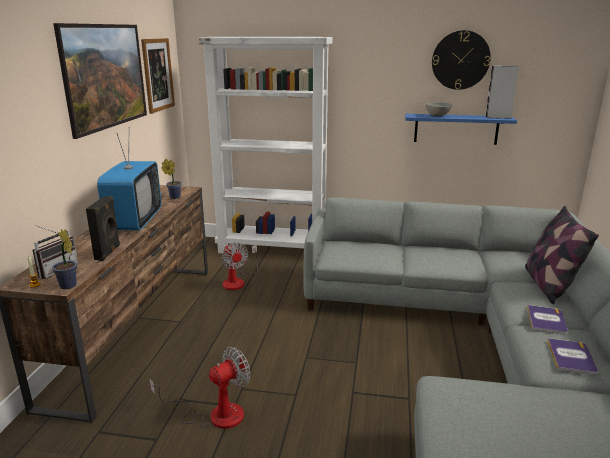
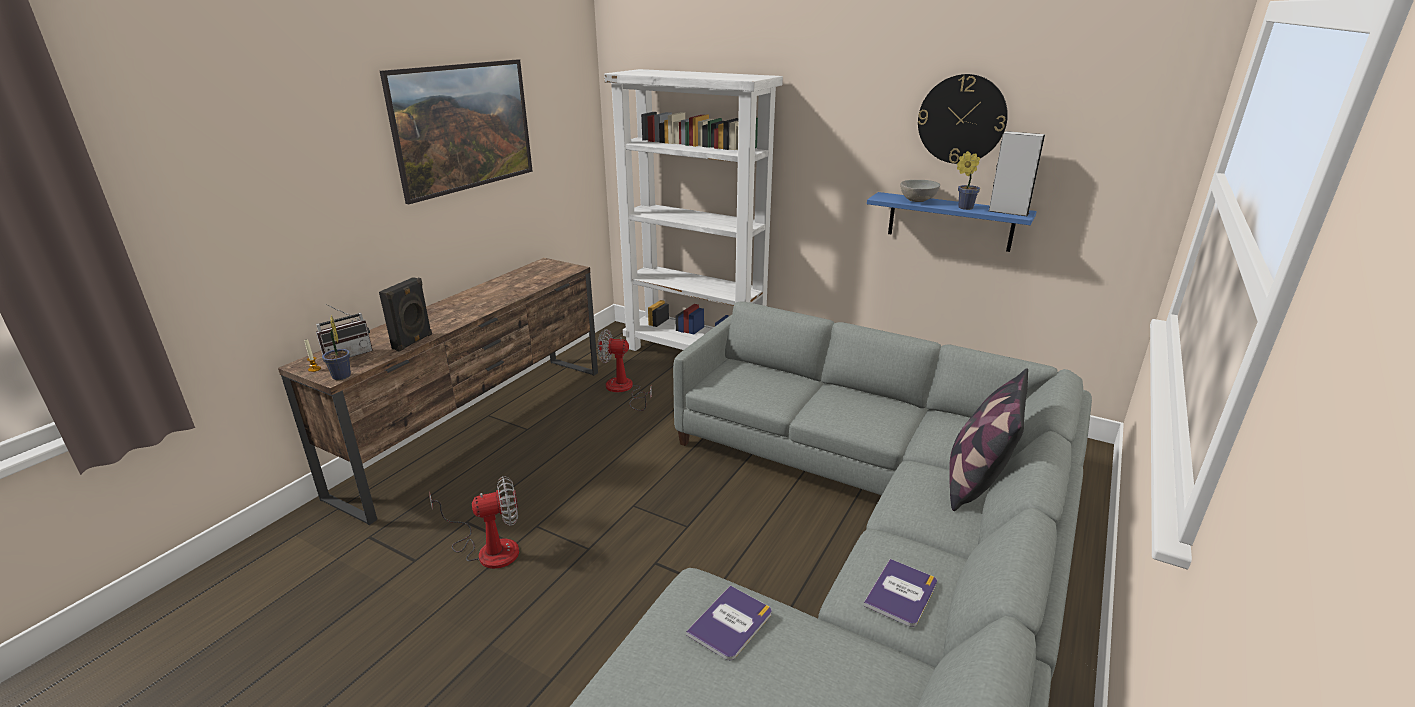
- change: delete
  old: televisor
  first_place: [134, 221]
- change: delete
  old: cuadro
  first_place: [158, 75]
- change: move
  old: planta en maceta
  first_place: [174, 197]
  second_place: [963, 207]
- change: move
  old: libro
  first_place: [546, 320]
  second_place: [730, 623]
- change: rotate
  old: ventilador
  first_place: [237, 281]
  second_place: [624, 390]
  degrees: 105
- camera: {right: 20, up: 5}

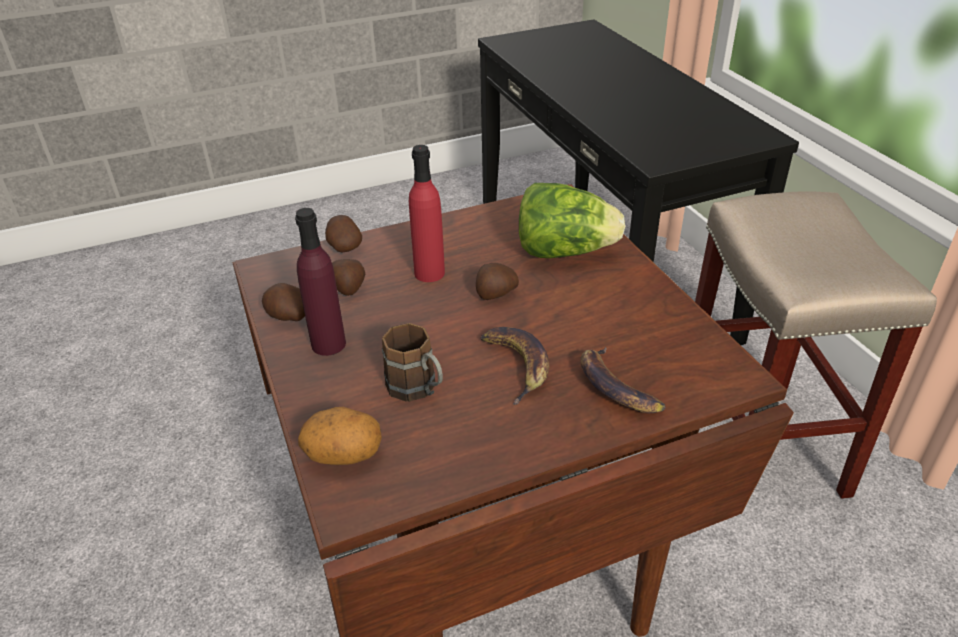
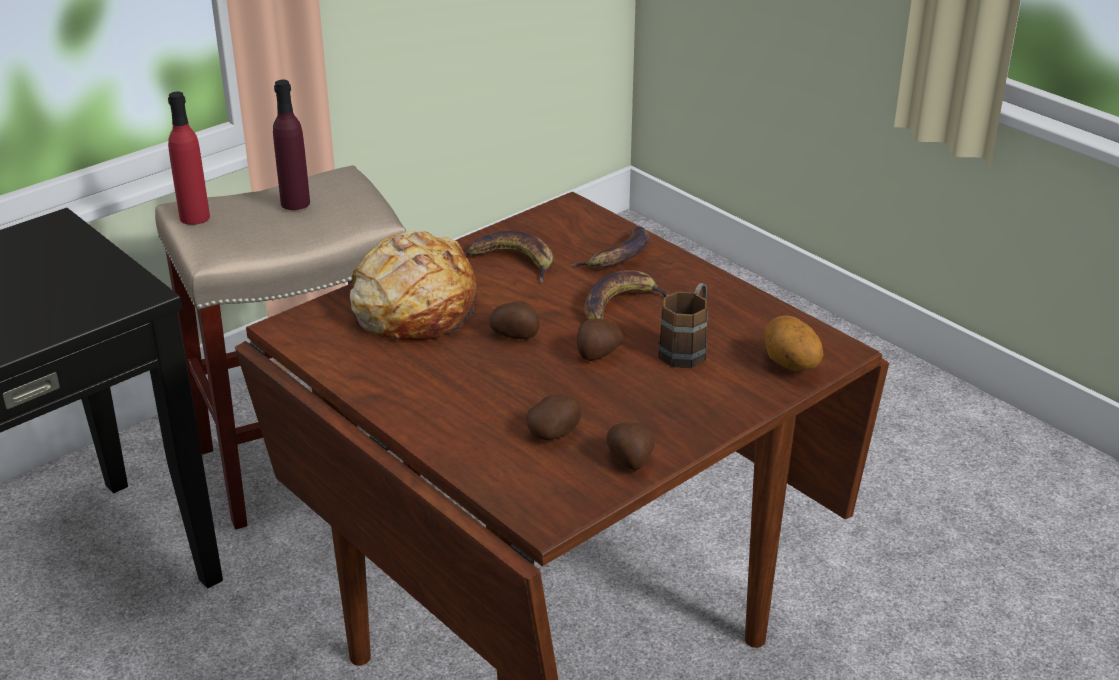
- change: insert
  new: plátano
  second_place: [514, 261]
- change: move
  old: botella [morado]
  first_place: [328, 344]
  second_place: [295, 203]
- change: move
  old: patata
  first_place: [344, 247]
  second_place: [597, 354]
- change: move
  old: botella [rojo]
  first_place: [429, 273]
  second_place: [194, 217]
- change: replace
  old: lechuga
  new: pan
  first_place: [564, 252]
  second_place: [414, 307]
- camera: {right: -110, up: -5}

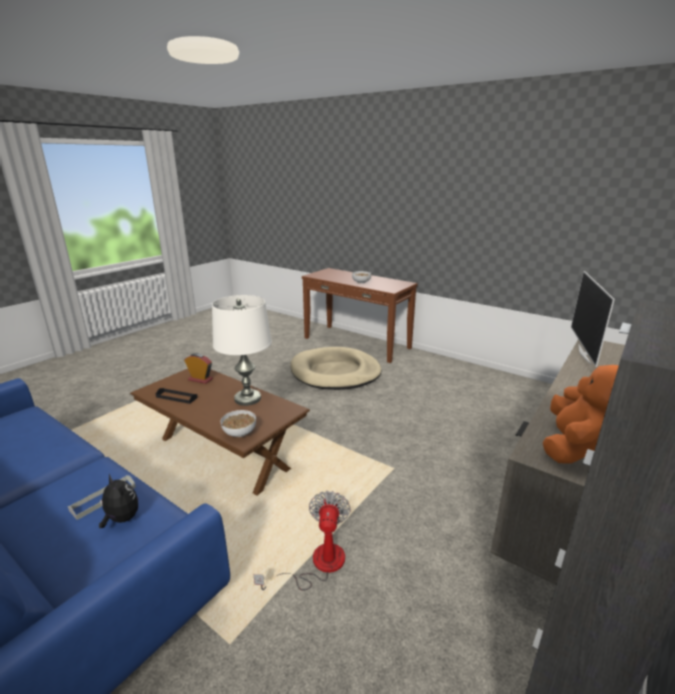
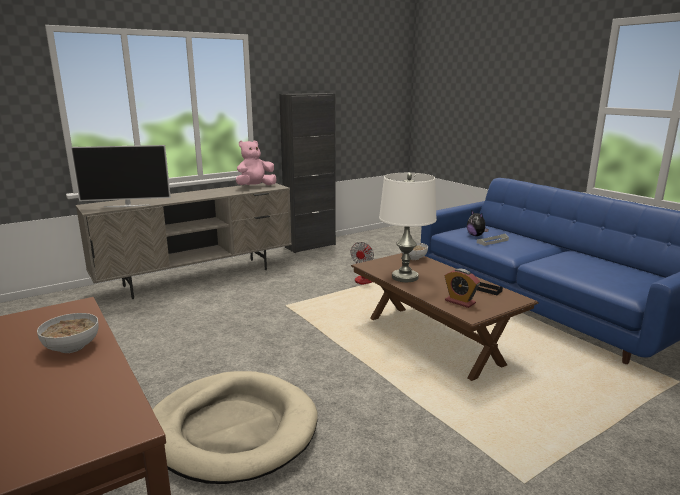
- change: recolor
  old: peluche [naranja]
  new: peluche [rosa]
  first_place: [573, 447]
  second_place: [255, 186]
- change: rotate
  old: televisor
  first_place: [585, 353]
  second_place: [127, 206]
  degrees: 45
- camera: {right: -160, up: -5}

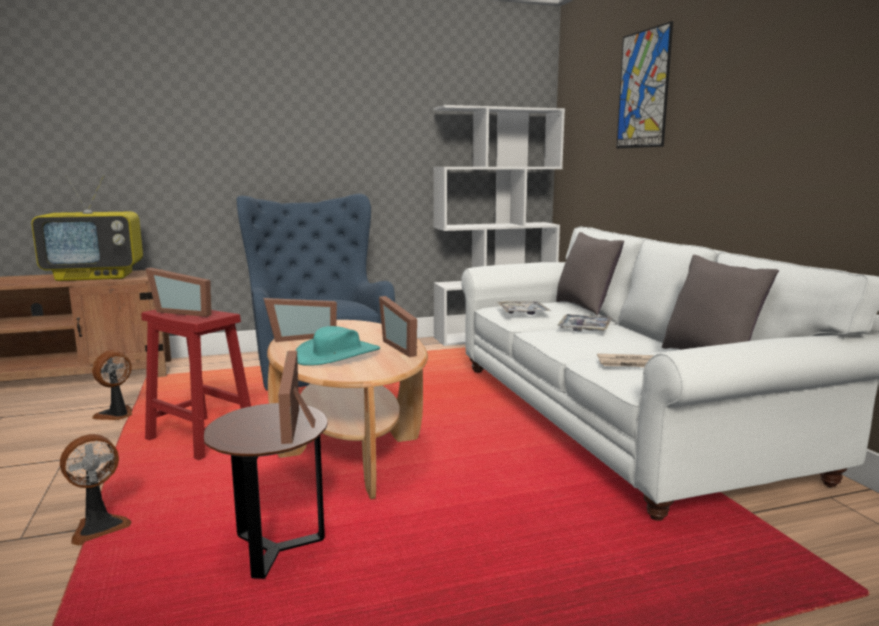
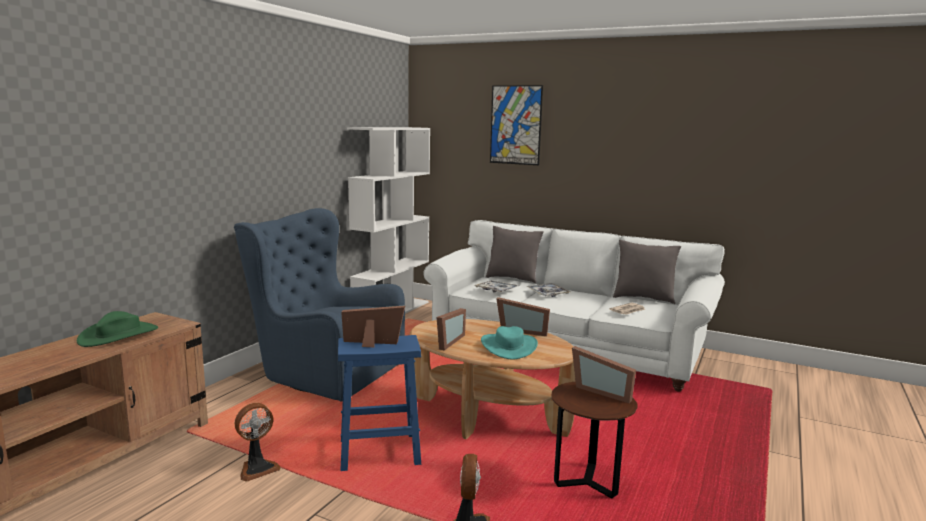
- change: replace
  old: televisor
  new: sombrero [verde]
  first_place: [96, 276]
  second_place: [119, 335]
- change: recolor
  old: taburete [rojo]
  new: taburete [azul]
  first_place: [202, 438]
  second_place: [381, 452]
- change: rotate
  old: ventilador
  first_place: [116, 415]
  second_place: [257, 468]
  degrees: -120
- change: rotate
  old: portarretratos
  first_place: [185, 312]
  second_place: [372, 344]
  degrees: -150
- camera: {right: -45, up: 0}

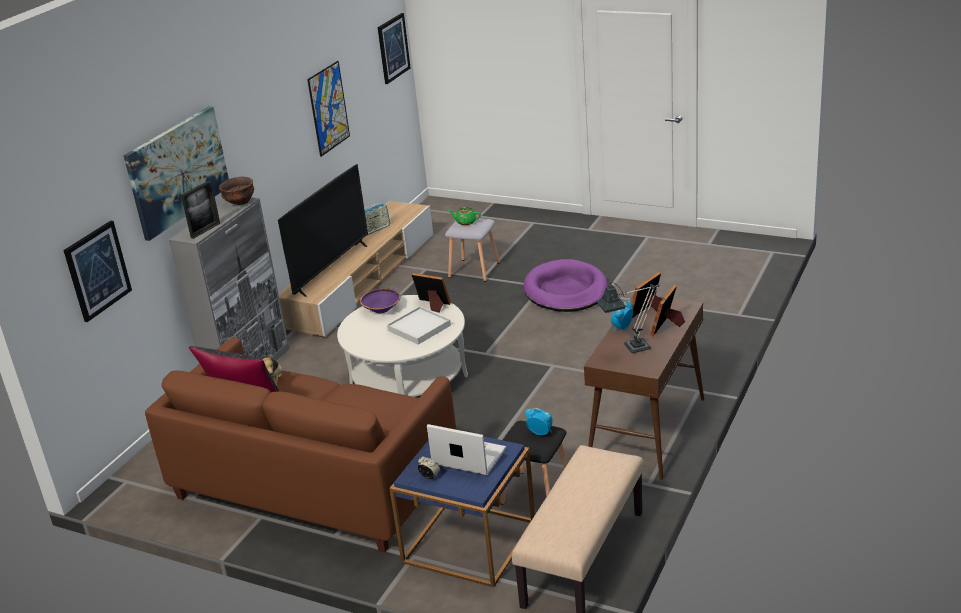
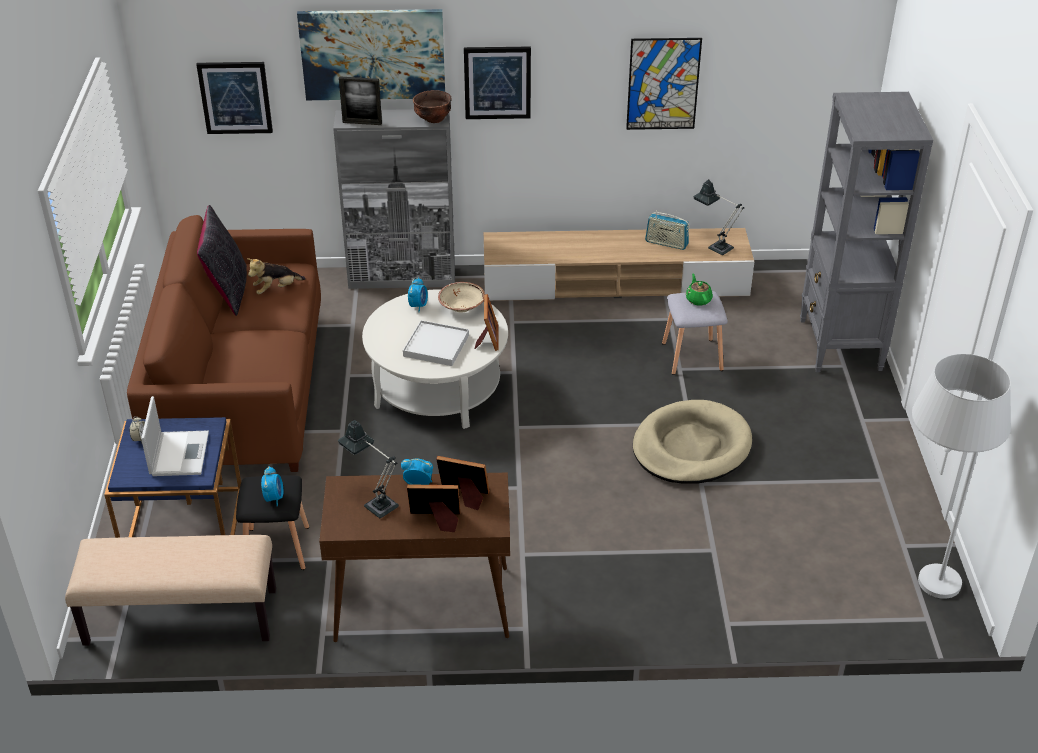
- change: delete
  old: televisor
  first_place: [331, 269]
- change: insert
  new: despertador
  second_place: [418, 306]
- change: insert
  new: lámpara de mesa
  second_place: [716, 246]
- change: insert
  new: estantería [gris]
  second_place: [840, 345]
- change: insert
  new: lámpara de pie [blanco]
  second_place: [917, 586]
- change: move
  old: cuadro
  first_place: [393, 48]
  second_place: [497, 82]
- change: recolor
  old: cuenco [morado]
  new: cuenco [beis]
  first_place: [381, 309]
  second_place: [462, 307]
- change: recolor
  old: cama para perro [morado]
  new: cama para perro [beis]
  first_place: [566, 291]
  second_place: [691, 447]
- camera: {right: 60, up: 10}

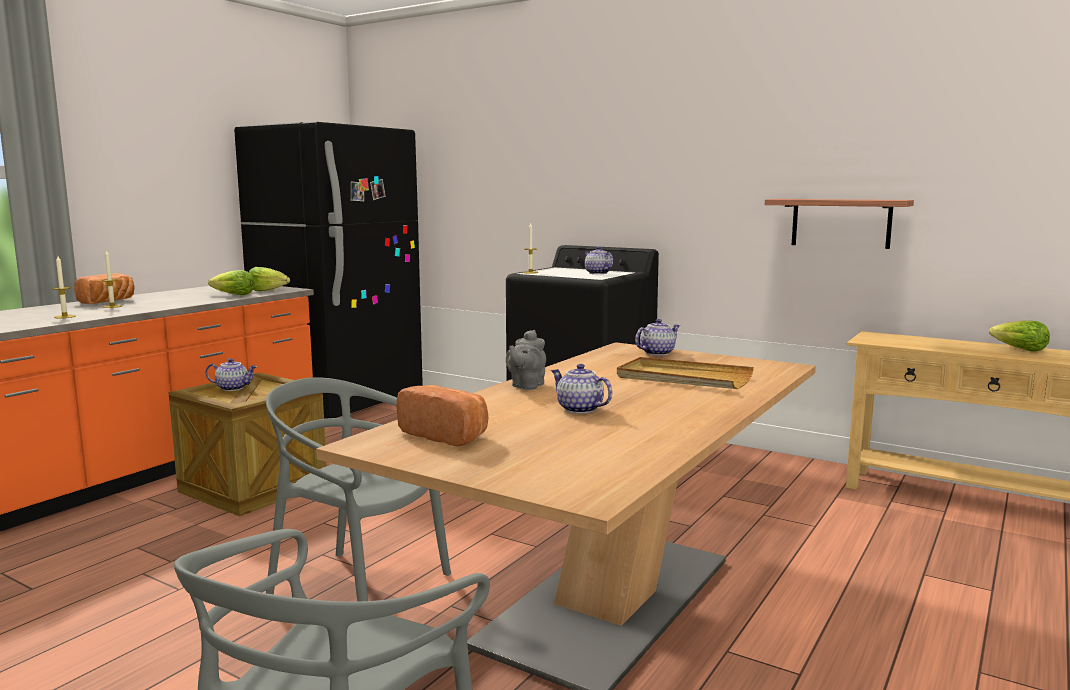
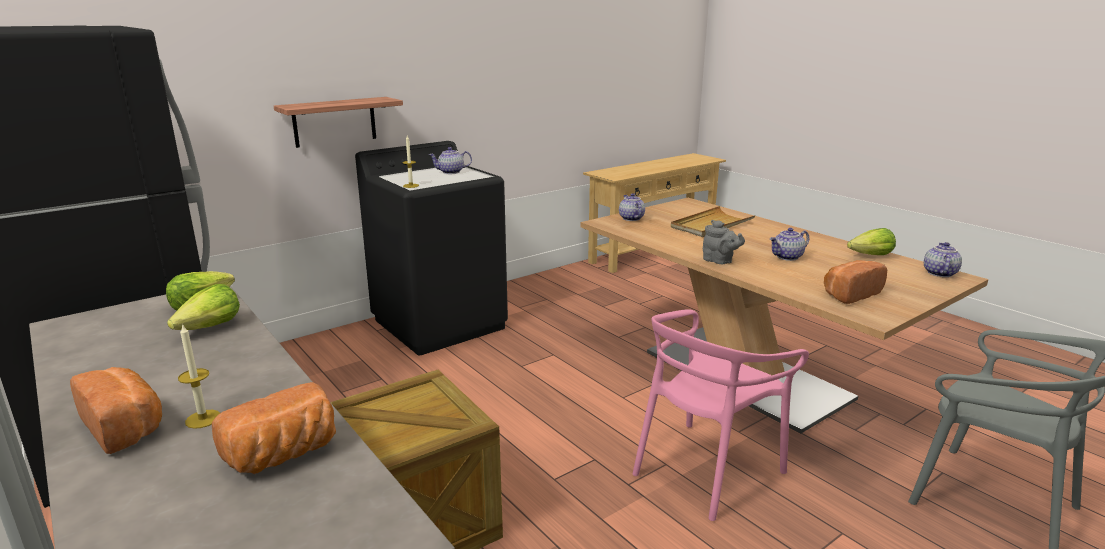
- change: move
  old: tetera
  first_place: [233, 388]
  second_place: [938, 273]
- change: move
  old: estante
  first_place: [841, 223]
  second_place: [334, 122]
- change: move
  old: lechuga
  first_place: [1018, 349]
  second_place: [871, 256]
- change: replace
  old: vela
  new: pan
  first_place: [65, 316]
  second_place: [284, 455]
- change: recolor
  old: silla [gris]
  new: silla [rosa]
  first_place: [359, 590]
  second_place: [706, 469]
- camera: {right: -70, up: 10}

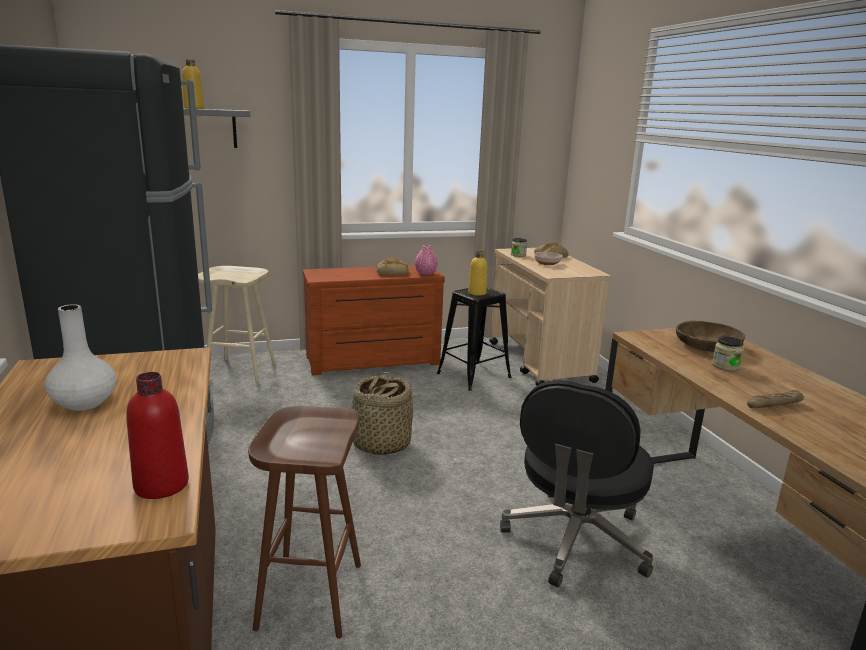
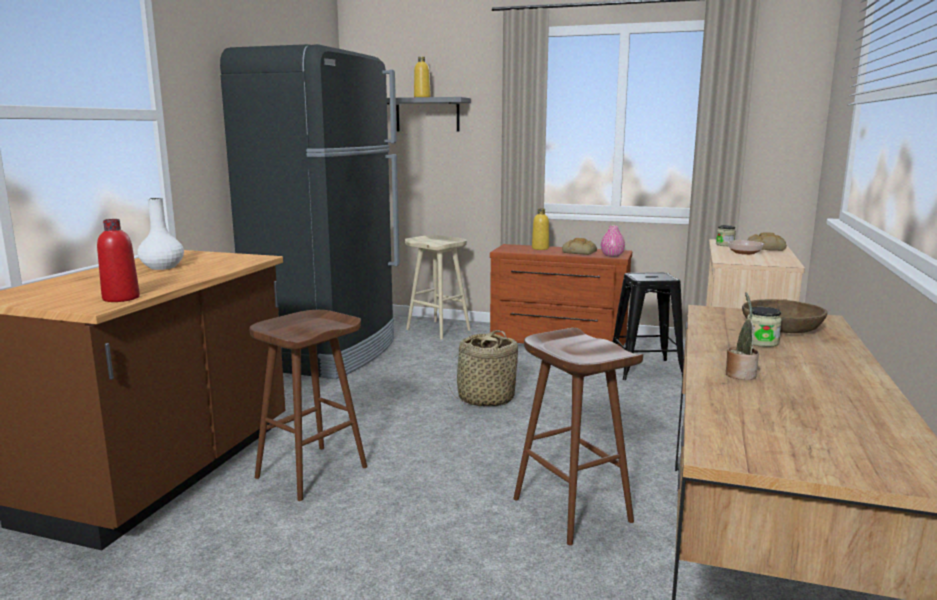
- change: move
  old: botella [amarillo]
  first_place: [477, 293]
  second_place: [540, 248]
- change: replace
  old: silla de oficina [negro]
  new: taburete [marrón]
  first_place: [575, 540]
  second_place: [569, 509]
- change: replace
  old: pan
  new: planta en maceta
  first_place: [774, 405]
  second_place: [740, 374]
- camera: {right: 35, up: -5}

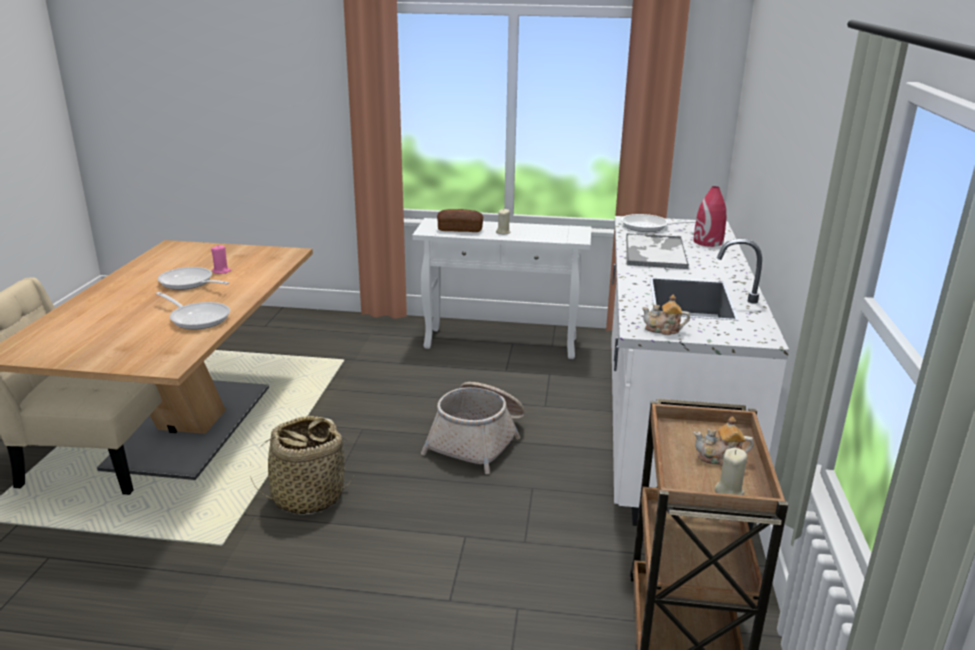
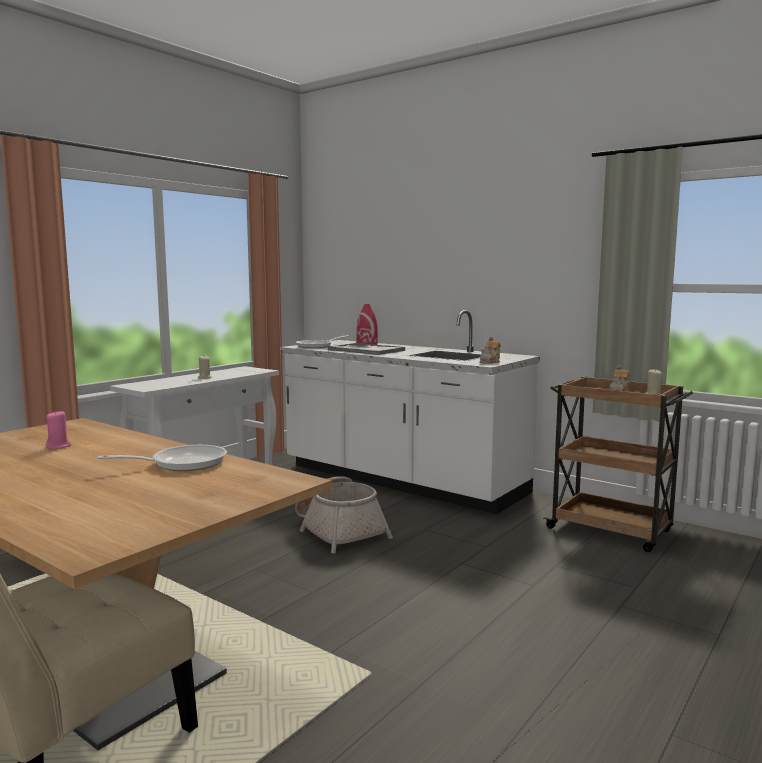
- change: delete
  old: sartén
  first_place: [189, 283]
- change: delete
  old: cesta
  first_place: [308, 496]
- change: delete
  old: pan
  first_place: [460, 229]
- camera: {right: -60, up: -15}

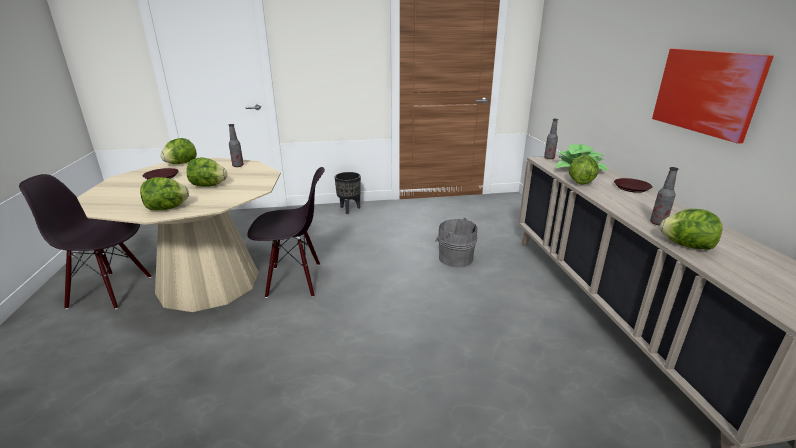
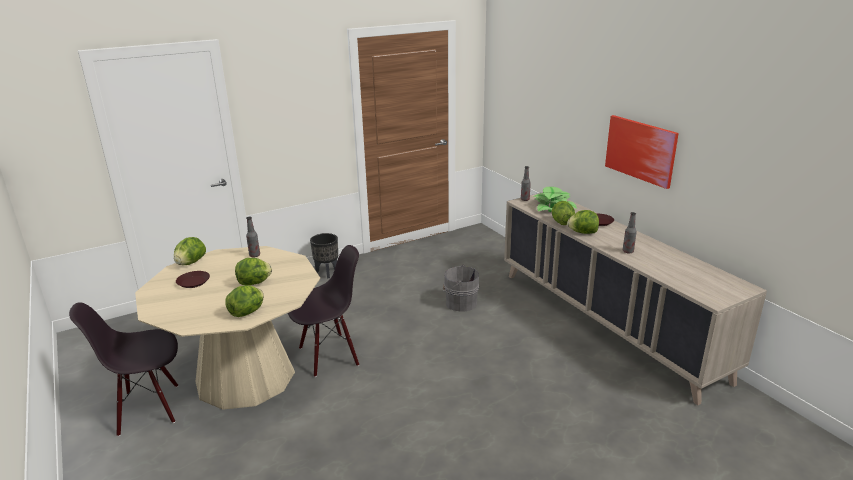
- change: move
  old: lechuga
  first_place: [686, 245]
  second_place: [583, 232]
- camera: {right: -20, up: 0}

